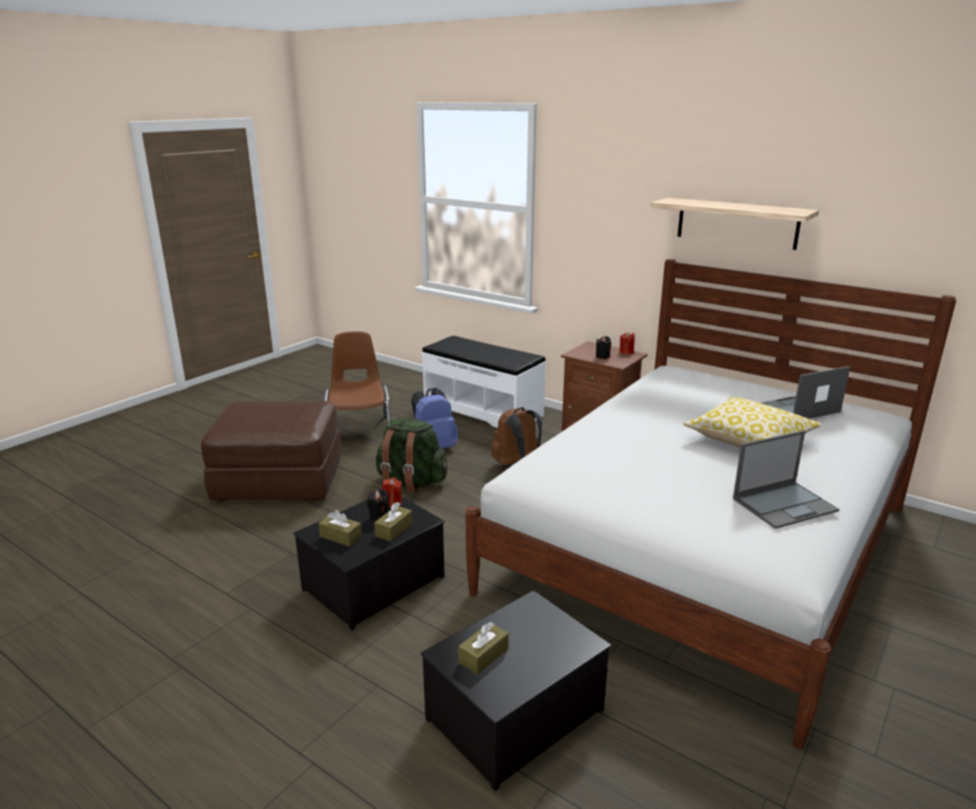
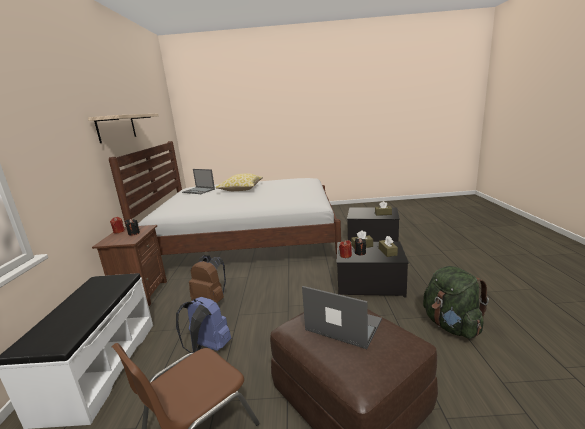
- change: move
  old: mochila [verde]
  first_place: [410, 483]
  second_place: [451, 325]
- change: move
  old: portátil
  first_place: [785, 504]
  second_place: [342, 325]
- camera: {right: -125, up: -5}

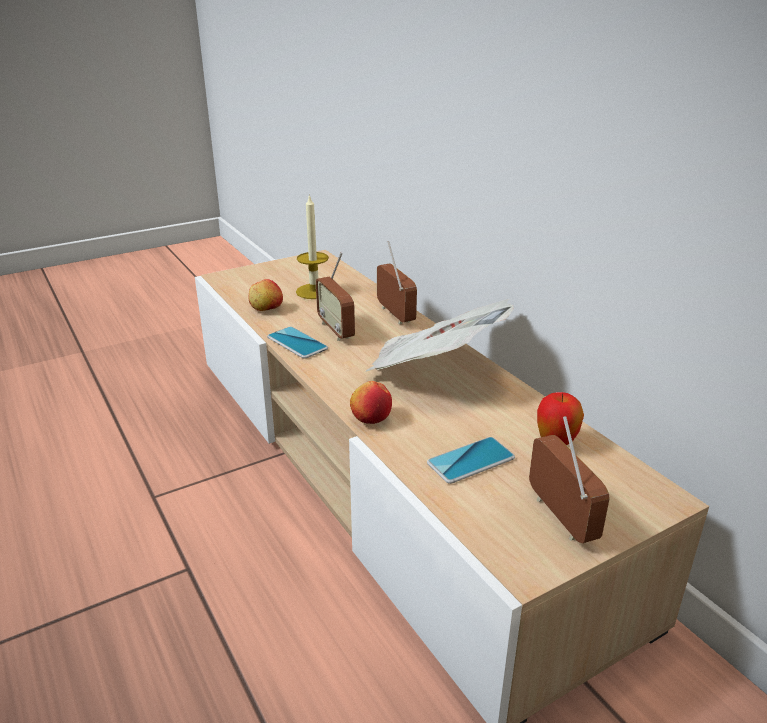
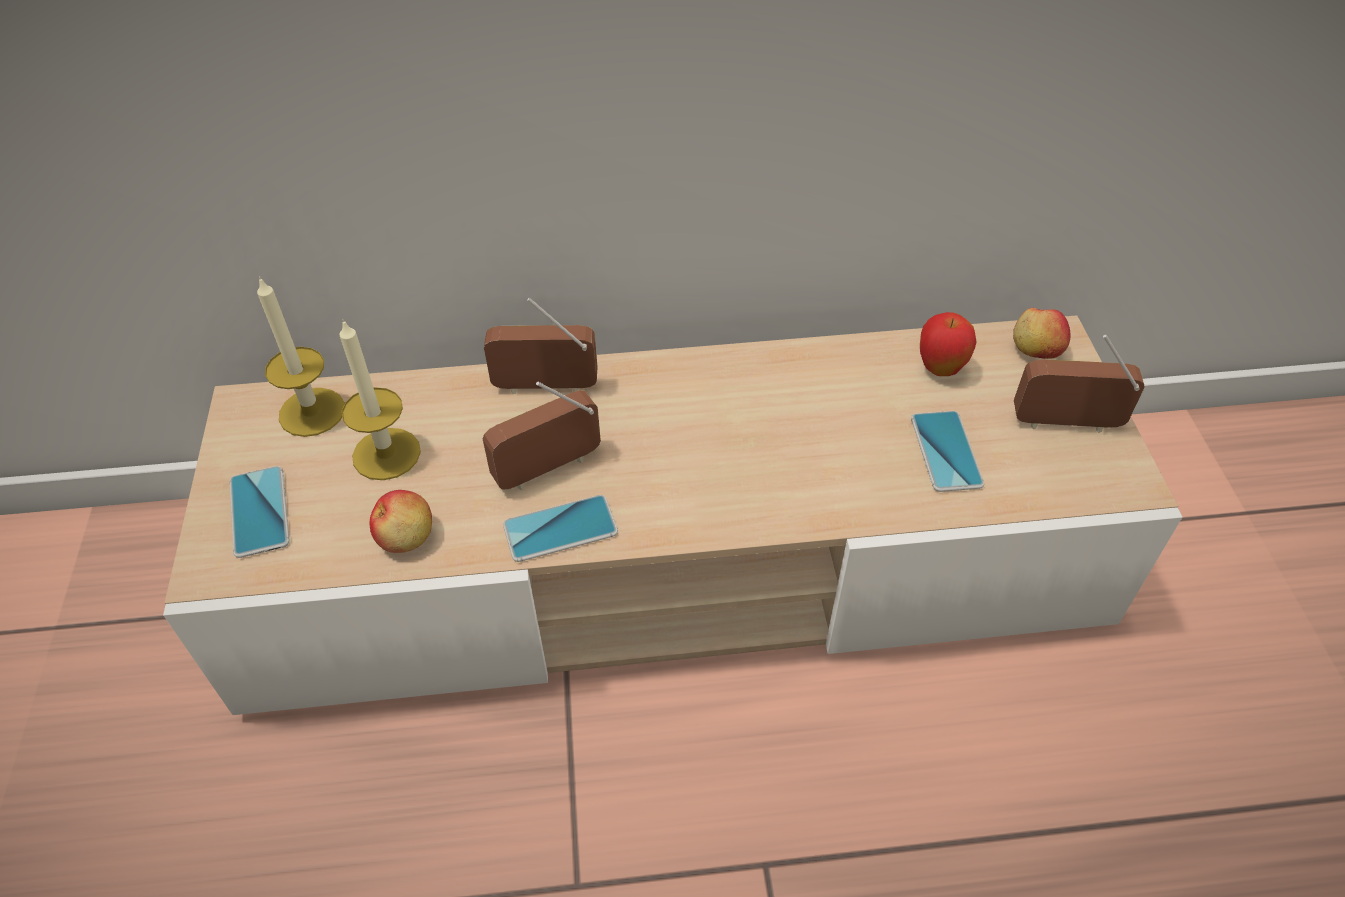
- change: delete
  old: periódico
  first_place: [434, 369]
- change: insert
  new: móvil
  second_place: [259, 512]
- change: insert
  new: vela
  second_place: [312, 412]
- change: move
  old: manzana
  first_place: [371, 418]
  second_place: [1035, 350]
- change: rotate
  old: radio
  first_place: [336, 330]
  second_place: [548, 469]
  degrees: 150
- camera: {right: -65, up: 20}

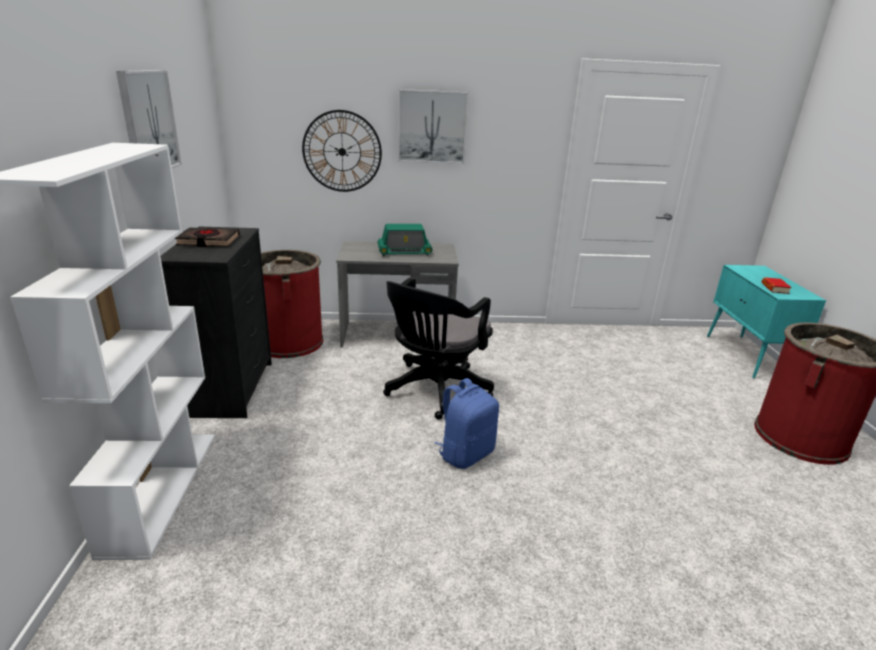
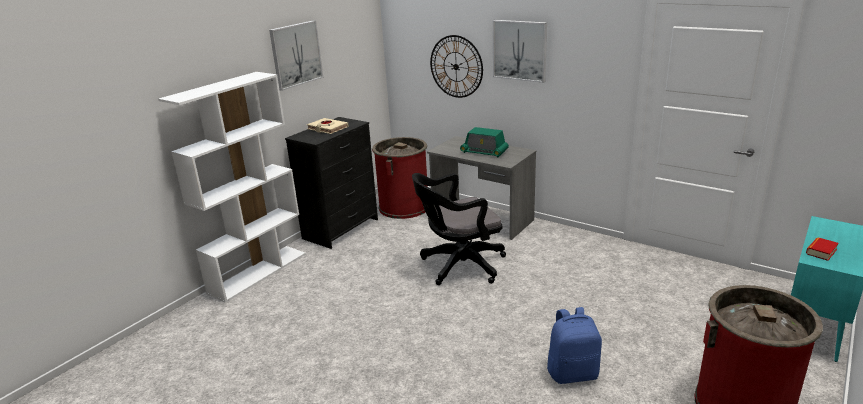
- change: move
  old: mochila [azul]
  first_place: [465, 453]
  second_place: [572, 373]
- change: recolor
  old: libro [negro]
  new: libro [beis]
  first_place: [208, 241]
  second_place: [327, 128]
- camera: {right: 40, up: 0}

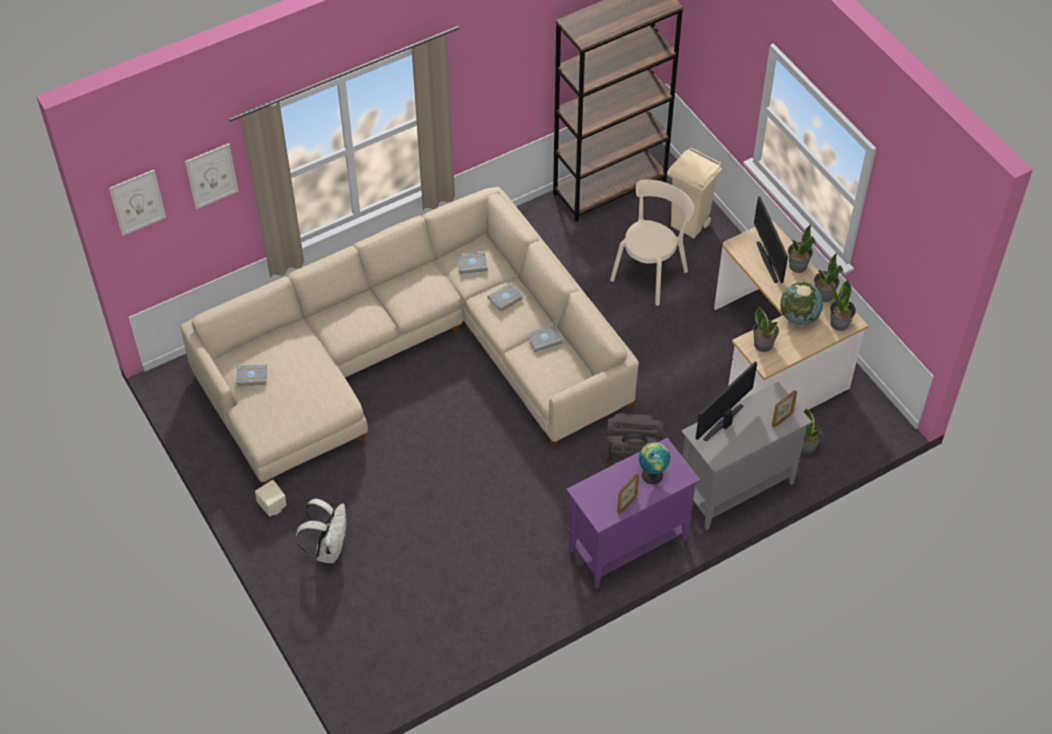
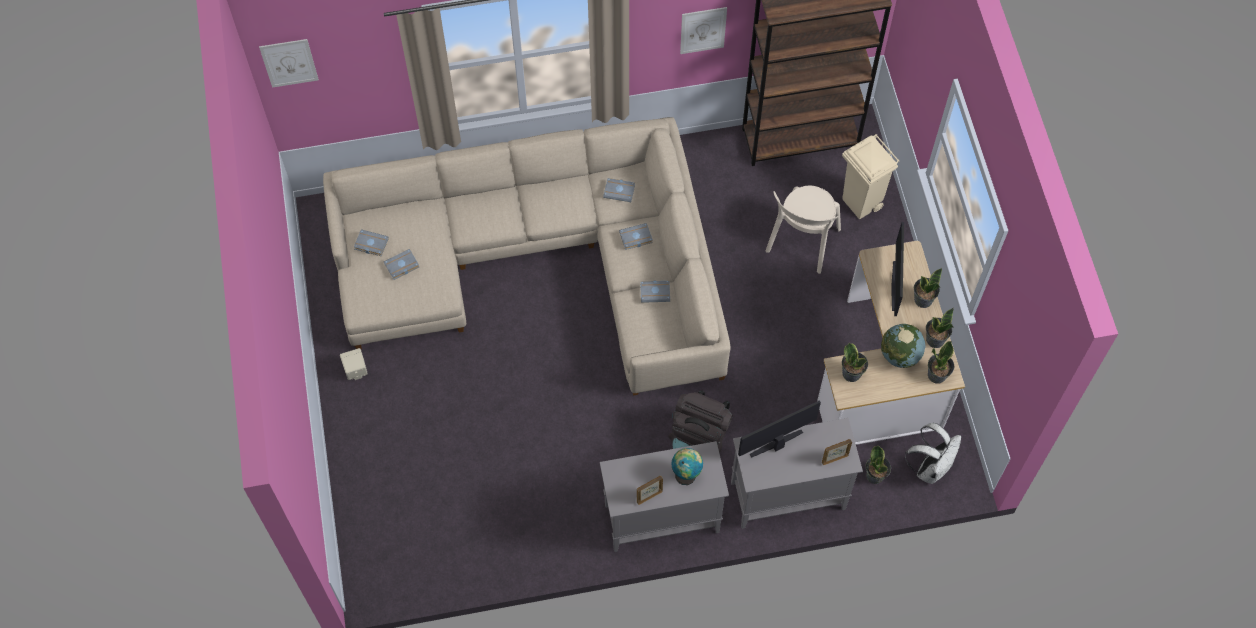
- change: insert
  new: libro [gris]
  second_place: [401, 266]
- change: move
  old: cuadro
  first_place: [211, 176]
  second_place: [703, 30]
- change: move
  old: mochila [blanco]
  first_place: [328, 549]
  second_place: [930, 467]
- change: recolor
  old: armario [morado]
  new: armario [gris]
  first_place: [627, 545]
  second_place: [660, 519]
- change: rotate
  old: silla [beis]
  first_place: [651, 273]
  second_place: [801, 243]
  degrees: 150
- camera: {right: 20, up: 10}

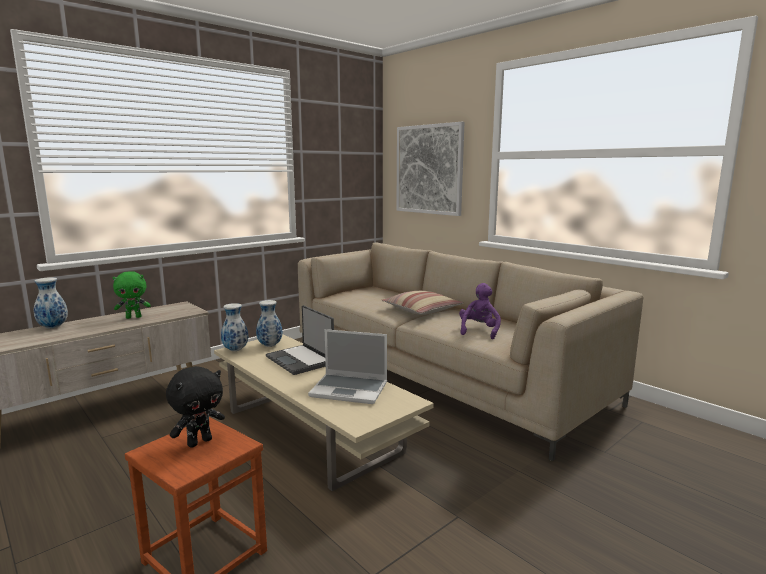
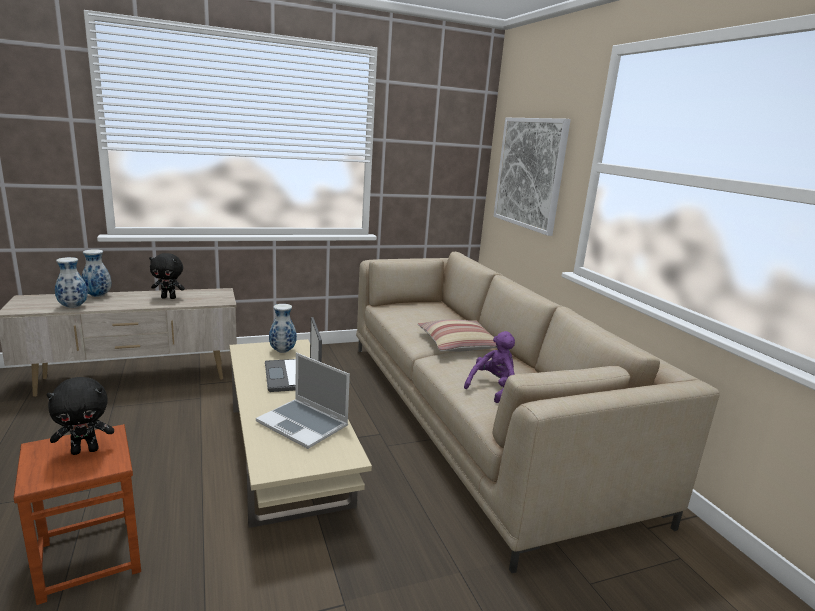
- change: move
  old: florero
  first_place: [236, 350]
  second_place: [74, 307]
- change: recolor
  old: peluche [verde]
  new: peluche [negro]
  first_place: [134, 317]
  second_place: [169, 298]
- camera: {right: 20, up: 5}

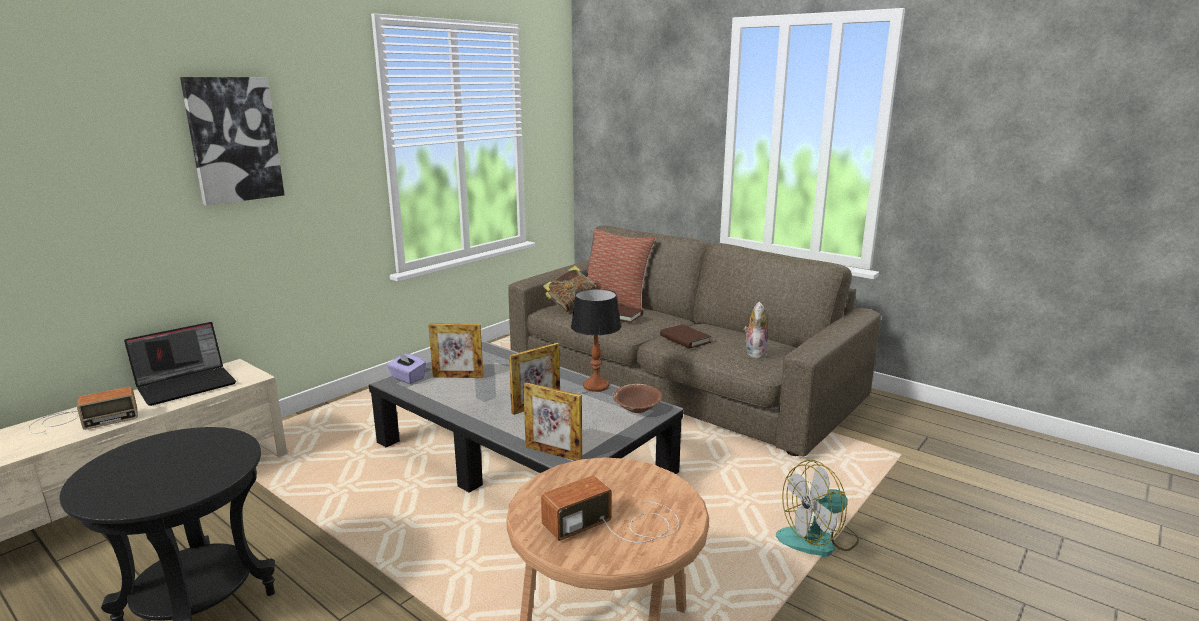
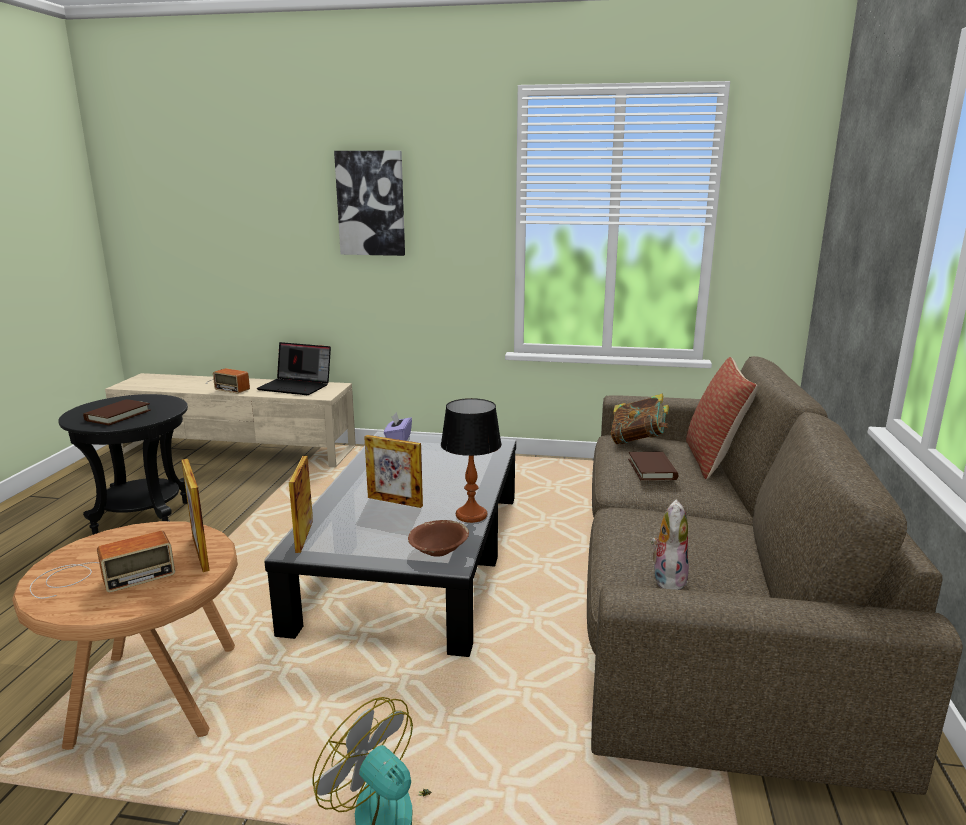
- change: move
  old: portarretratos
  first_place: [458, 377]
  second_place: [200, 553]
- change: move
  old: libro [marrón]
  first_place: [685, 339]
  second_place: [118, 415]
- change: rotate
  old: radio
  first_place: [617, 524]
  second_place: [99, 577]
  degrees: 120
- change: rotate
  old: peluche
  first_place: [754, 353]
  second_place: [667, 579]
  degrees: -60
- camera: {right: 60, up: 0}

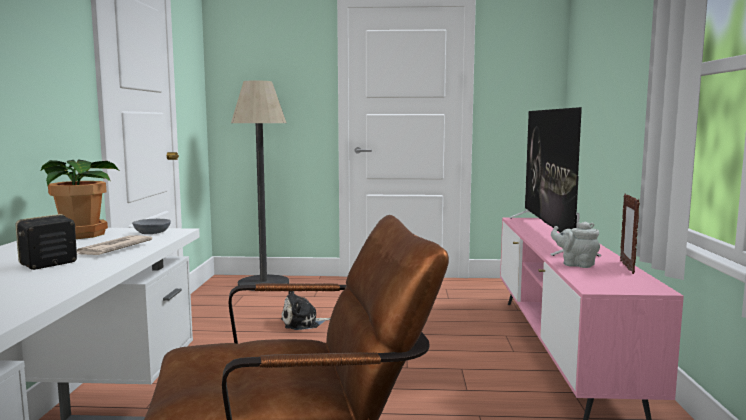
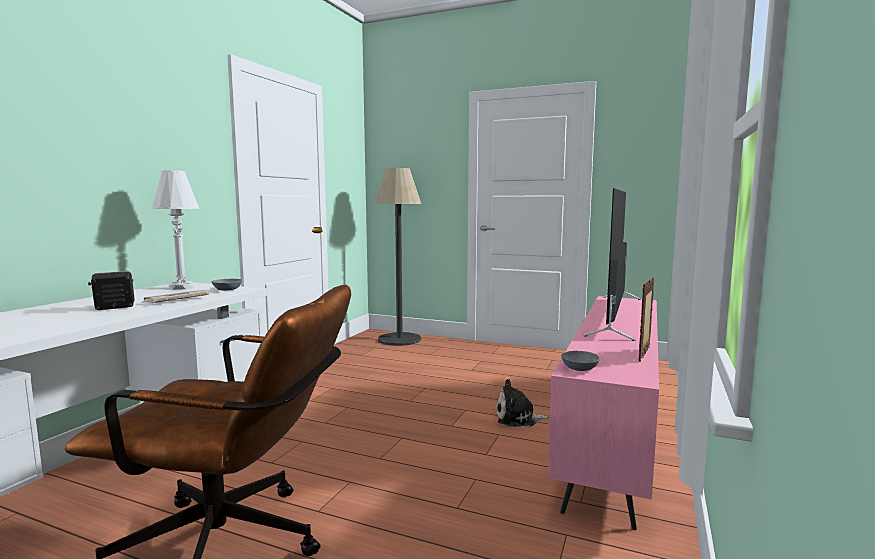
- change: delete
  old: tetera [gris]
  first_place: [576, 264]
- change: insert
  new: cuenco [gris]
  second_place: [578, 367]
- change: move
  old: peluche
  first_place: [302, 323]
  second_place: [518, 418]
- change: replace
  old: planta en maceta
  new: lámpara de mesa [blanco]
  first_place: [81, 234]
  second_place: [181, 287]
- camera: {right: 20, up: 0}

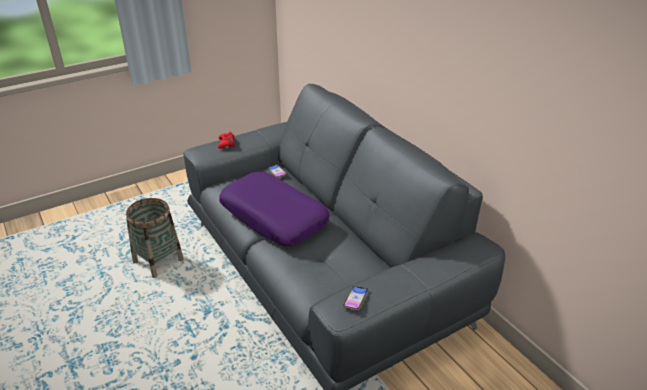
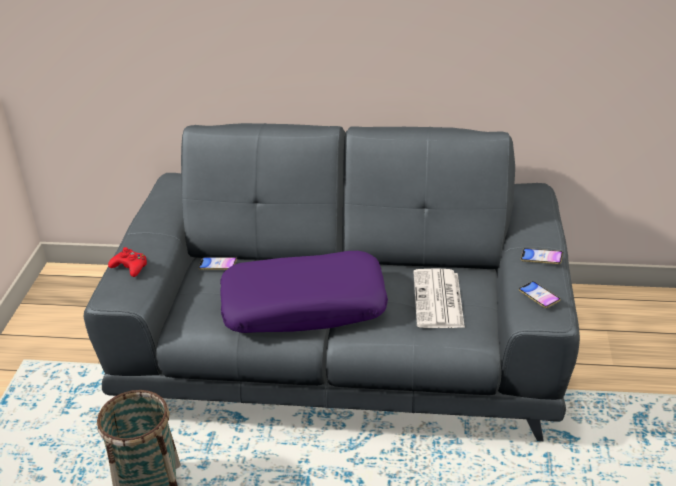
- change: insert
  new: periódico
  second_place: [439, 300]
- change: insert
  new: móvil
  second_place: [541, 258]
- camera: {right: -50, up: 0}

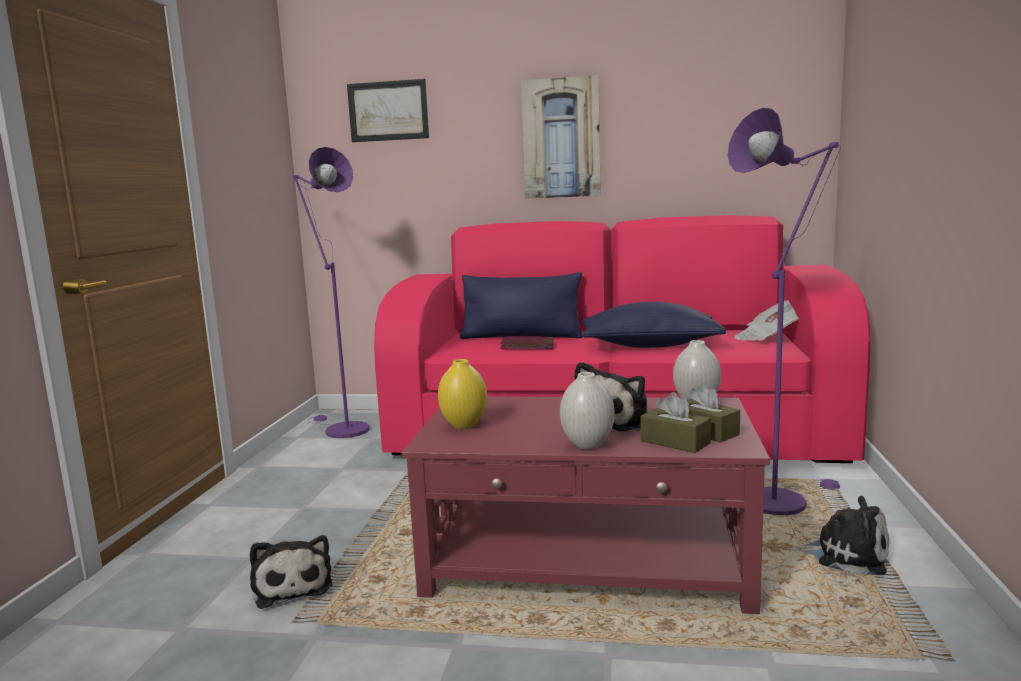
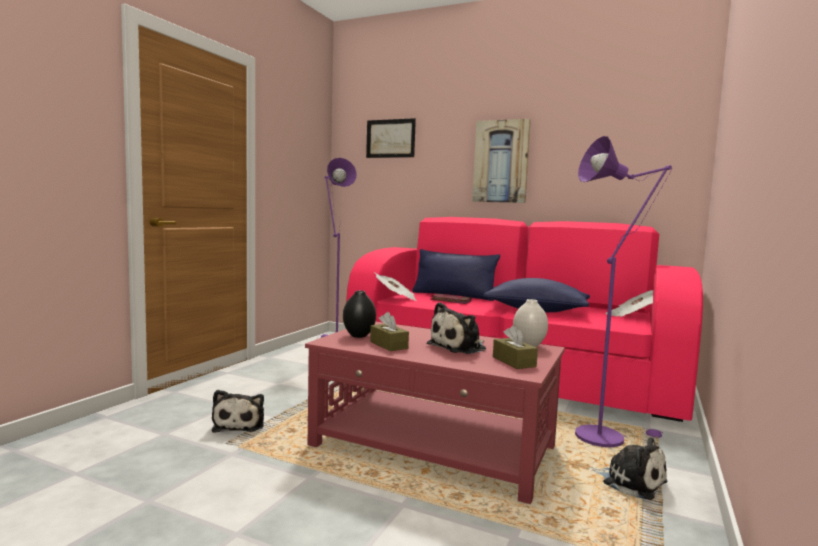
- change: delete
  old: florero [blanco]
  first_place: [586, 445]
- change: insert
  new: periódico
  second_place: [395, 298]
- change: move
  old: caja de pañuelos [marrón]
  first_place: [675, 442]
  second_place: [388, 345]
- change: recolor
  old: florero [amarillo]
  new: florero [negro]
  first_place: [465, 425]
  second_place: [359, 336]
- camera: {right: 15, up: -5}

